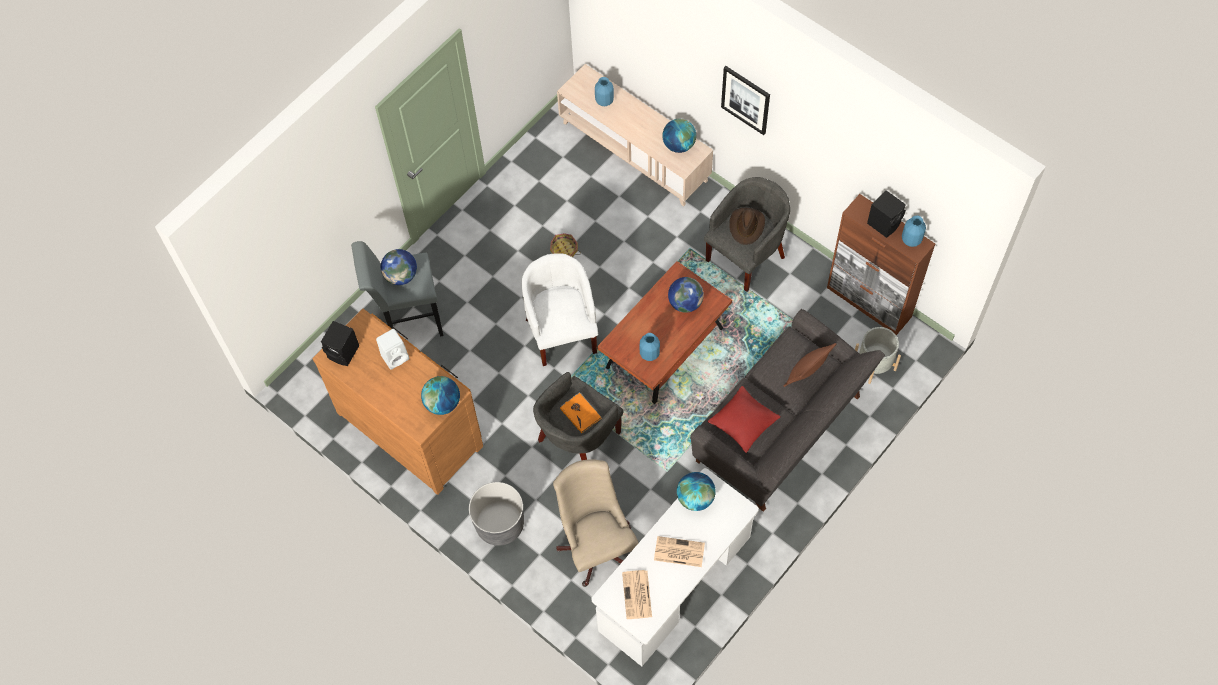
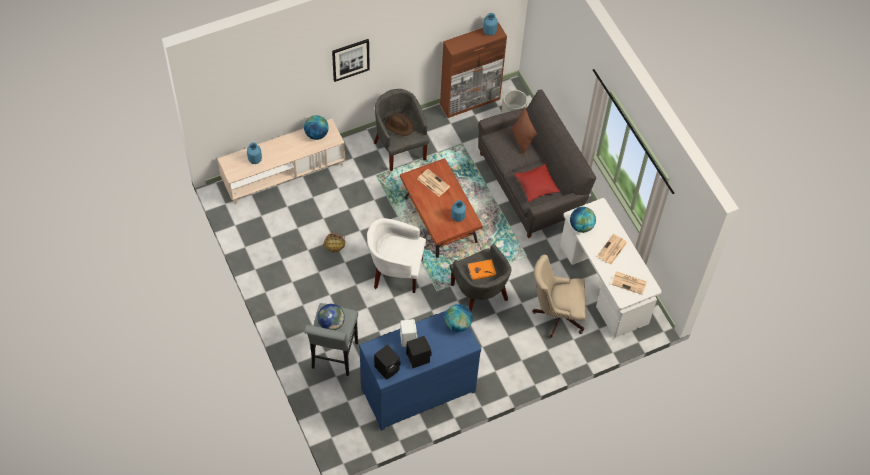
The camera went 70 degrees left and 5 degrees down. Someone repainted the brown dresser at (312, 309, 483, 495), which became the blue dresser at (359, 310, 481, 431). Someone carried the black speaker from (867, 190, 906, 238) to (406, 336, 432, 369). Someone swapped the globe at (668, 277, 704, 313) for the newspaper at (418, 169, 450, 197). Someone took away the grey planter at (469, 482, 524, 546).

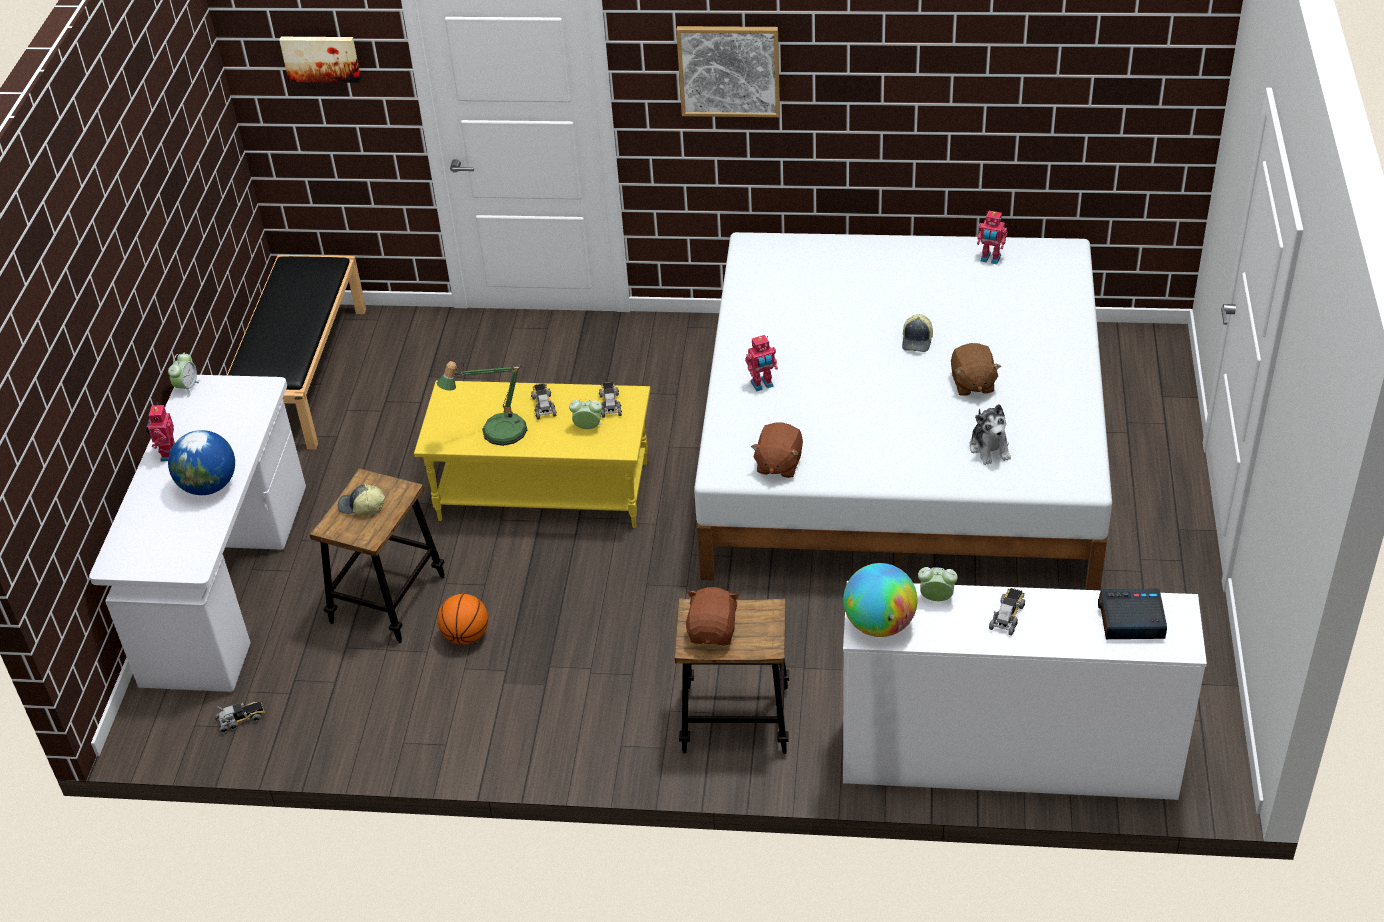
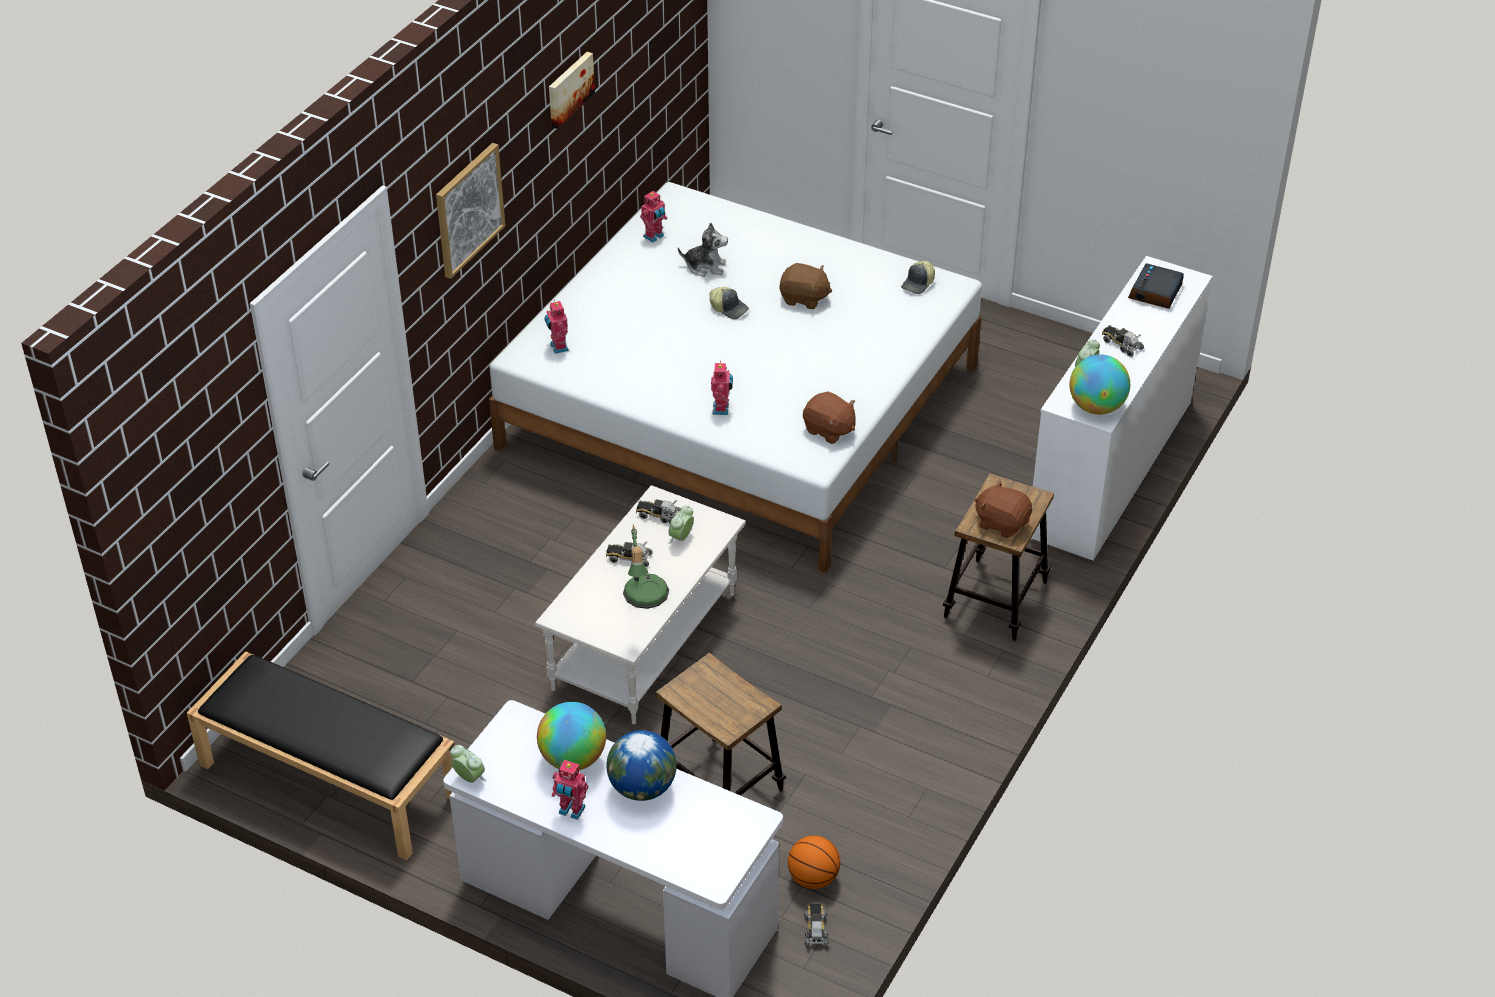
The camera went 70 degrees left and 0 degrees up. Someone repainted the yellow coffee table at (414, 380, 651, 528), which became the white coffee table at (535, 485, 746, 725). Someone put down the globe at (537, 702, 606, 770). Someone put down the toy robot at (544, 300, 569, 354). Someone carried the picture from (279, 37, 361, 83) to (549, 52, 595, 129). Someone carried the plush toy from (969, 404, 1011, 465) to (678, 222, 728, 277). Someone carried the basketball from (437, 594, 488, 644) to (788, 836, 840, 889). Someone carried the cap from (337, 484, 385, 515) to (901, 261, 935, 294).

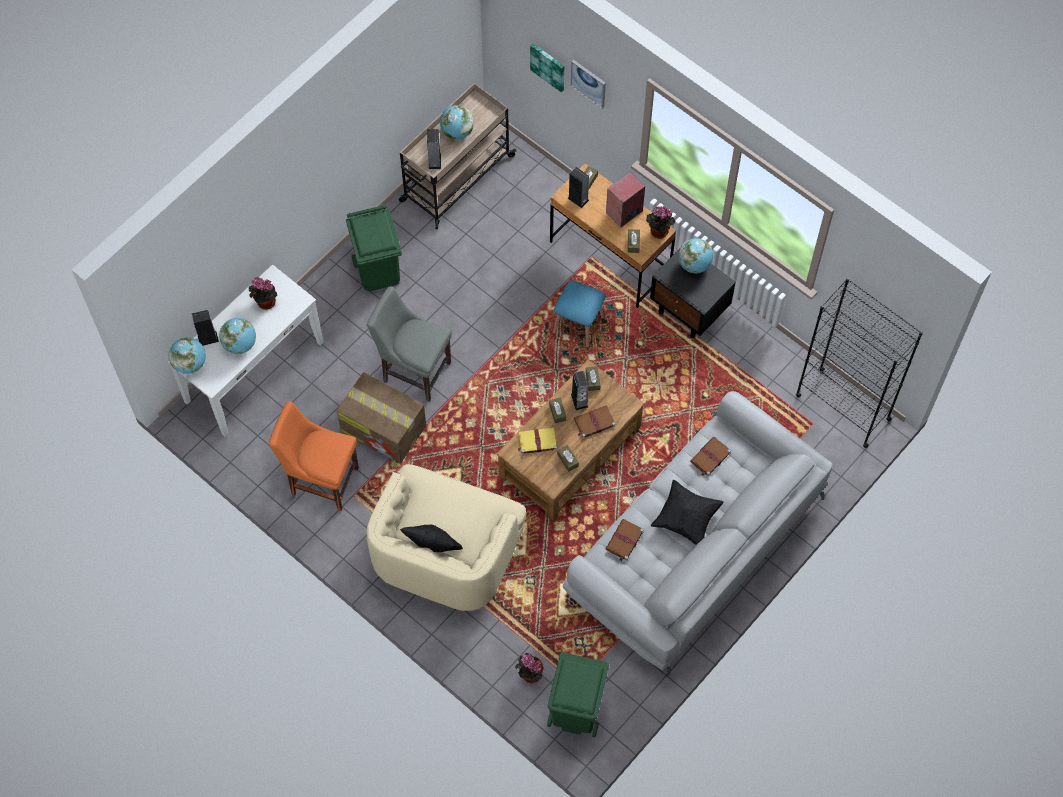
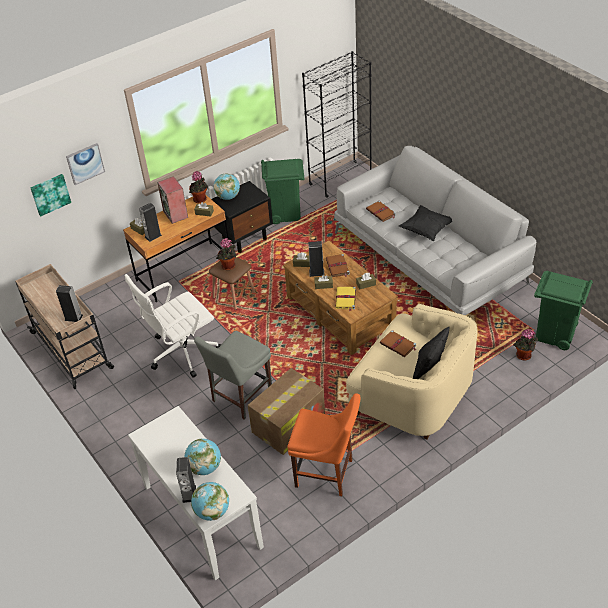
The camera went 75 degrees left and 20 degrees down. Someone put down the white office chair at (125, 274, 221, 378). Someone repainted the blue stool at (553, 280, 605, 347), which became the brown stool at (209, 257, 255, 310). Someone carried the potted plant from (249, 277, 277, 310) to (216, 238, 237, 270). Someone carried the green trash can from (346, 205, 402, 291) to (261, 159, 304, 224). Someone rotated the orange chair at (269, 401, 359, 511) by 105 degrees counterclockwise. Someone carried the brown book from (605, 519, 644, 561) to (380, 330, 416, 357). Someone took away the globe at (440, 105, 474, 140).

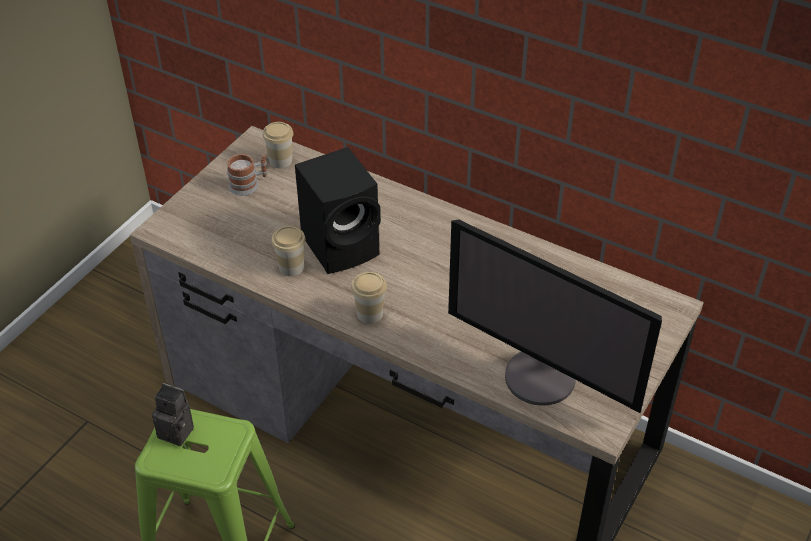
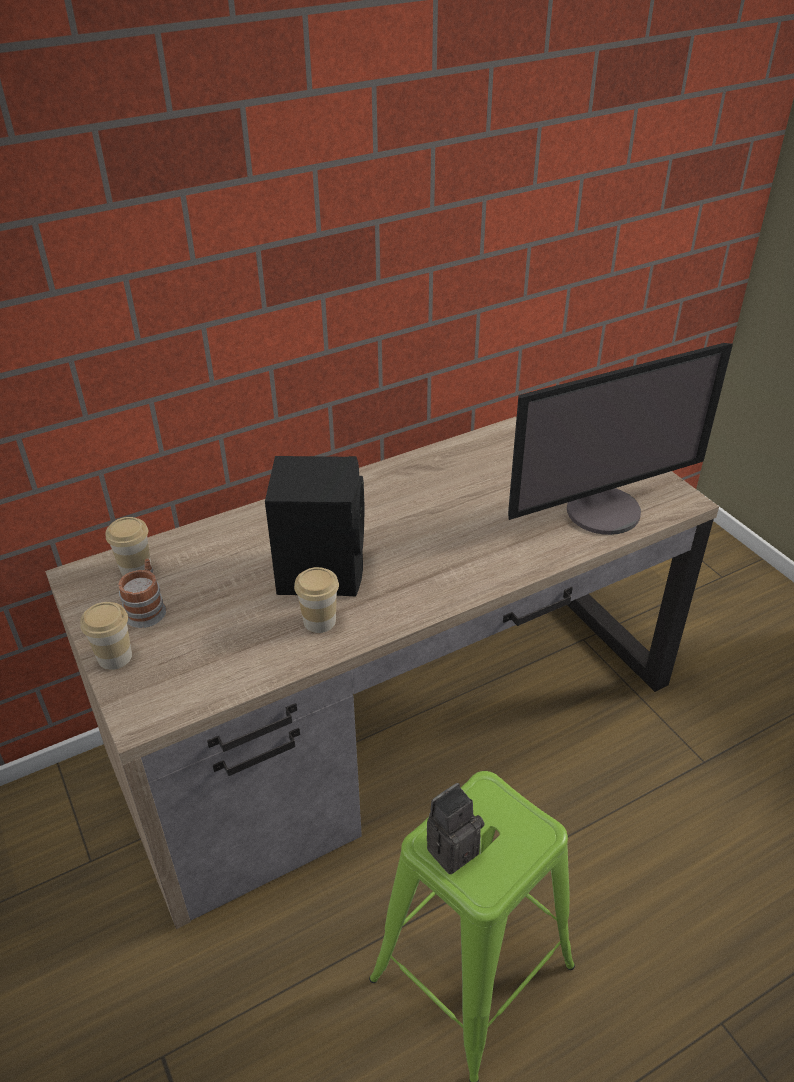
The camera went 60 degrees left and 5 degrees down. Someone carried the cup from (351, 272, 387, 324) to (80, 602, 132, 670).

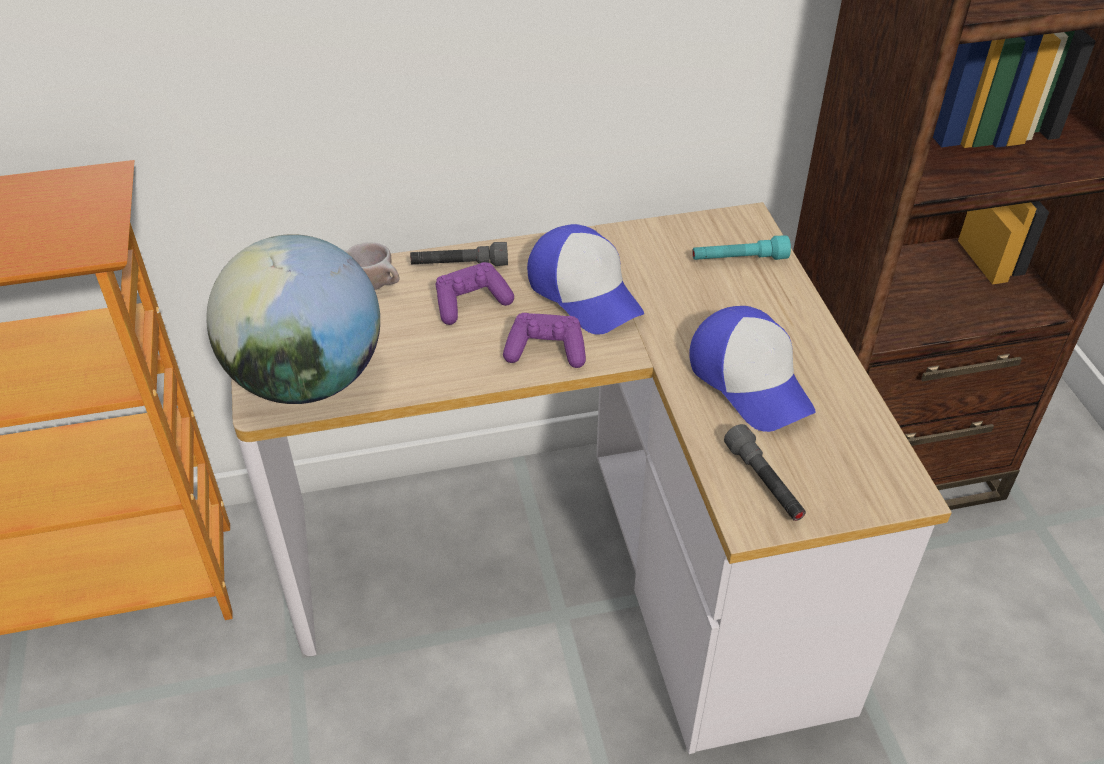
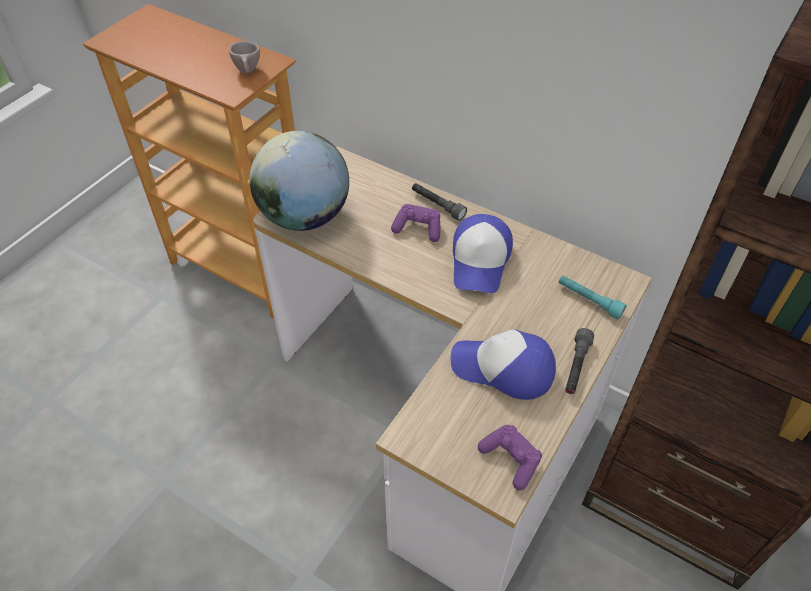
The camera went 45 degrees right and 5 degrees up. Someone carried the beige cup from (346, 242, 400, 290) to (229, 41, 260, 73). Someone rotated the cap at (689, 306, 816, 432) by 90 degrees clockwise. Someone carried the purple game controller from (503, 313, 586, 368) to (478, 425, 542, 490). Someone carried the grey flashlight from (724, 424, 806, 521) to (565, 328, 594, 394).

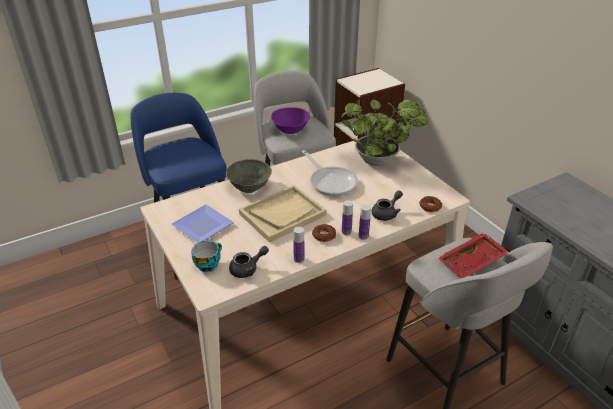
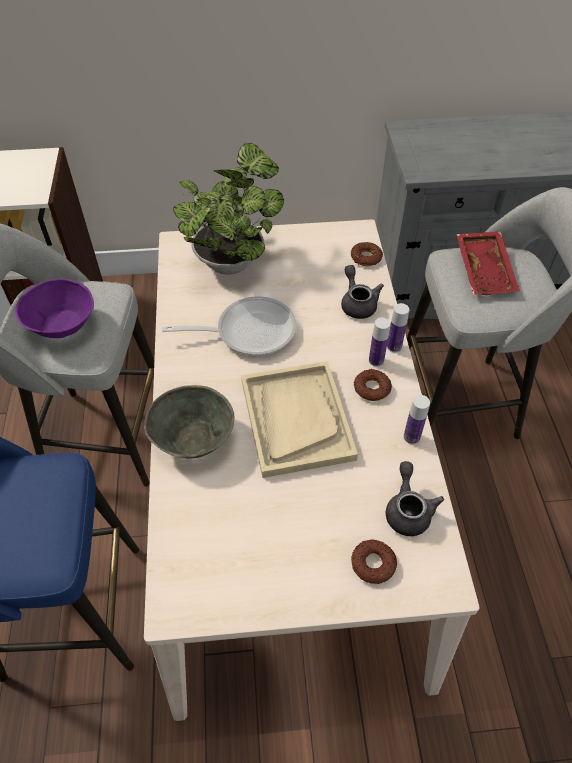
The camera went 65 degrees left and 15 degrees up. Someone swapped the cup at (192, 241, 222, 272) for the donut at (351, 540, 397, 584). Someone took away the plate at (171, 204, 234, 243).

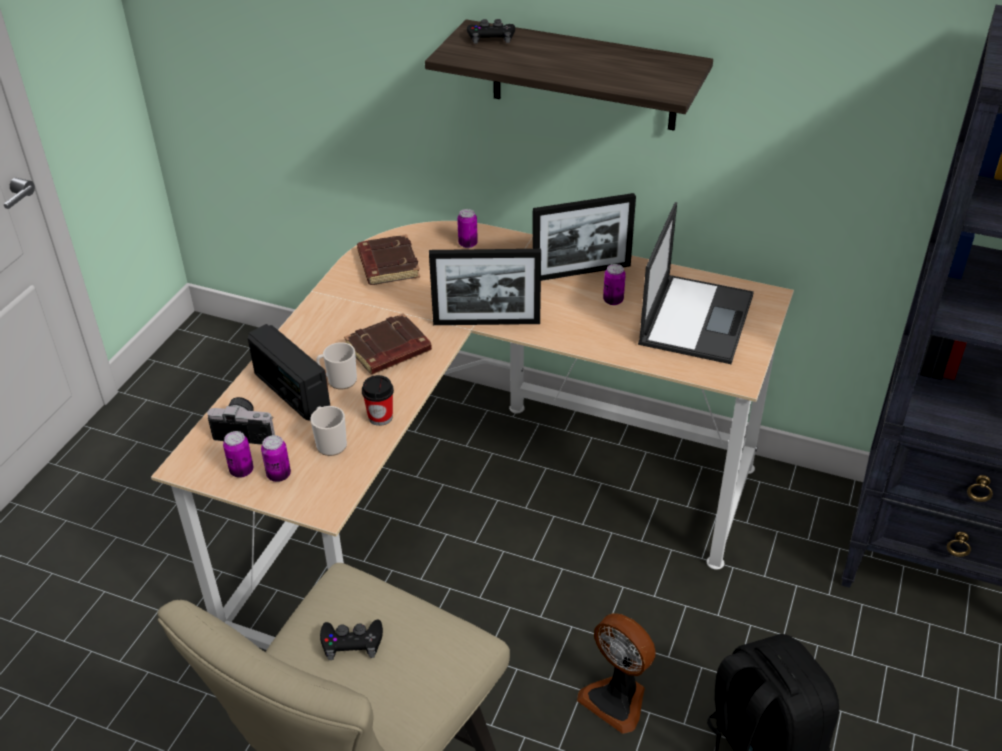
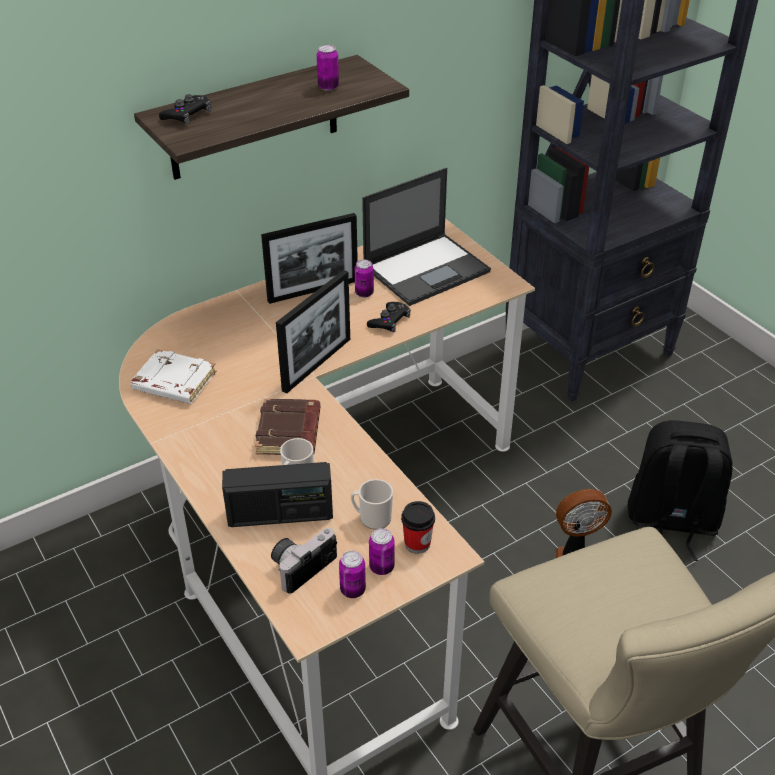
The camera went 55 degrees left and 0 degrees up. Someone repainted the brown book at (357, 234, 420, 285), which became the white book at (131, 349, 216, 404). Someone rotated the picture frame at (533, 193, 636, 281) by 45 degrees clockwise. Someone carried the can from (457, 209, 478, 248) to (317, 45, 339, 91). Someone rotated the laptop at (638, 202, 754, 364) by 90 degrees clockwise. Someone carried the black game controller from (320, 619, 383, 660) to (367, 302, 411, 332). Someone carried the cup from (362, 375, 394, 426) to (401, 501, 435, 554).

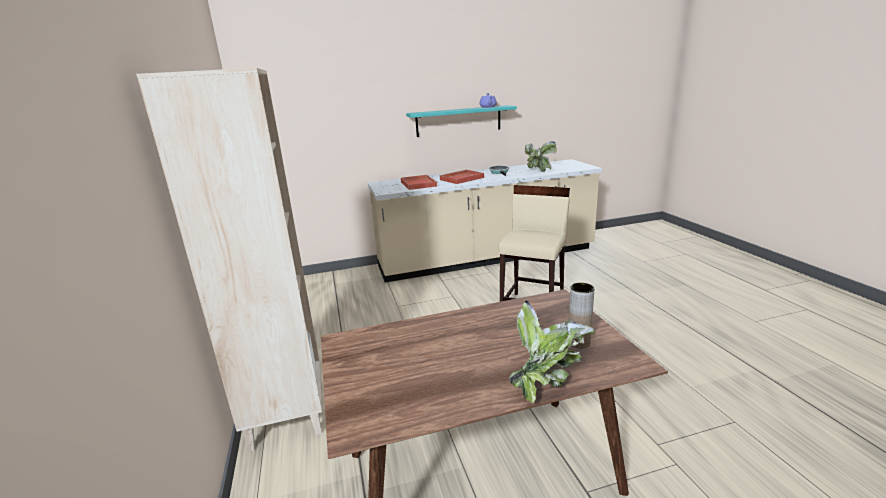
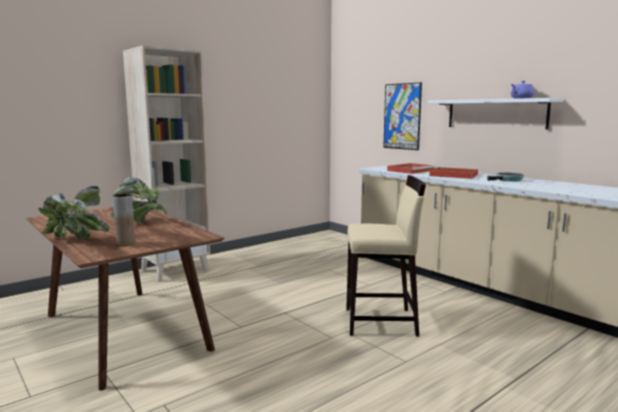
The camera went 65 degrees right and 10 degrees down. Someone carried the potted plant from (524, 141, 557, 172) to (111, 177, 167, 223). Someone put up the picture at (383, 82, 422, 150). Someone repainted the turquoise shelf at (406, 105, 517, 137), which became the white shelf at (428, 98, 563, 130).

